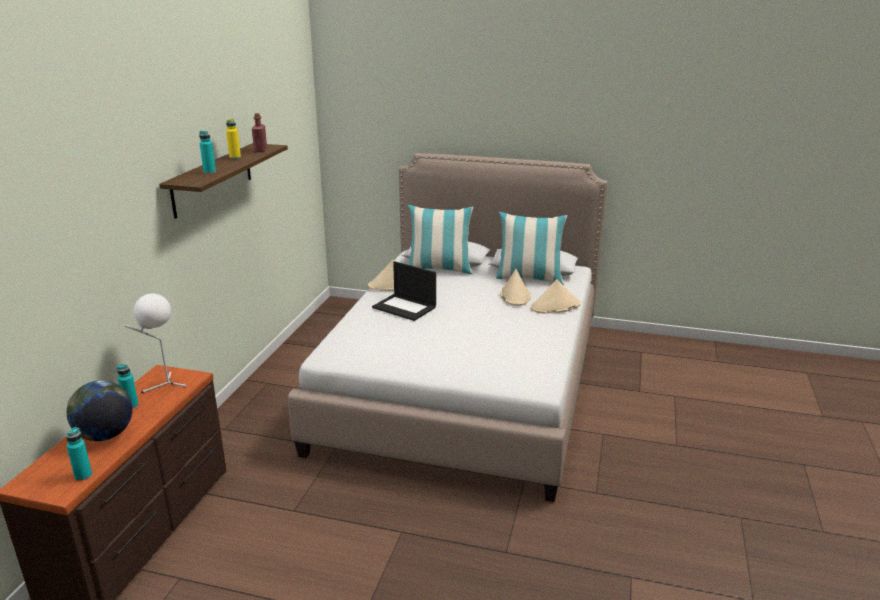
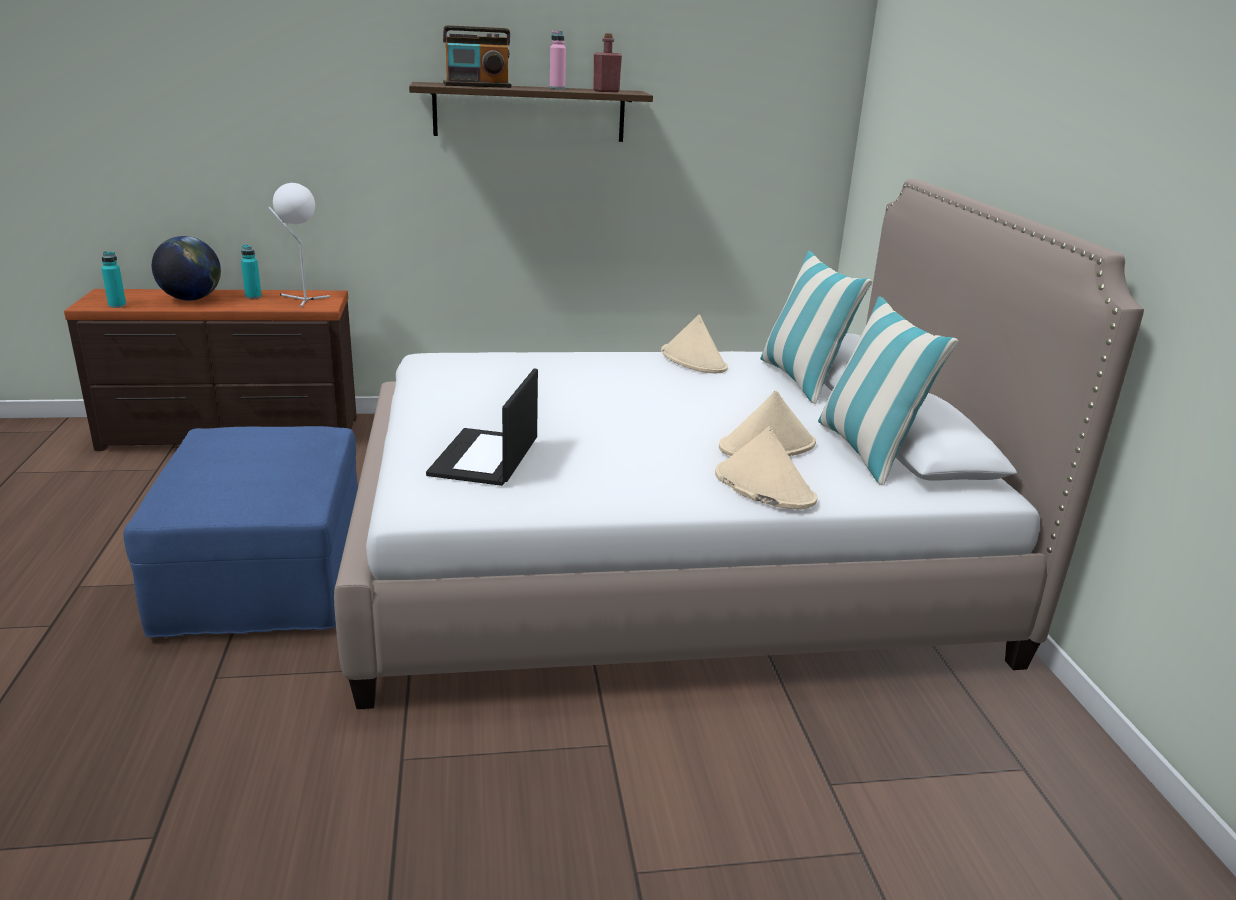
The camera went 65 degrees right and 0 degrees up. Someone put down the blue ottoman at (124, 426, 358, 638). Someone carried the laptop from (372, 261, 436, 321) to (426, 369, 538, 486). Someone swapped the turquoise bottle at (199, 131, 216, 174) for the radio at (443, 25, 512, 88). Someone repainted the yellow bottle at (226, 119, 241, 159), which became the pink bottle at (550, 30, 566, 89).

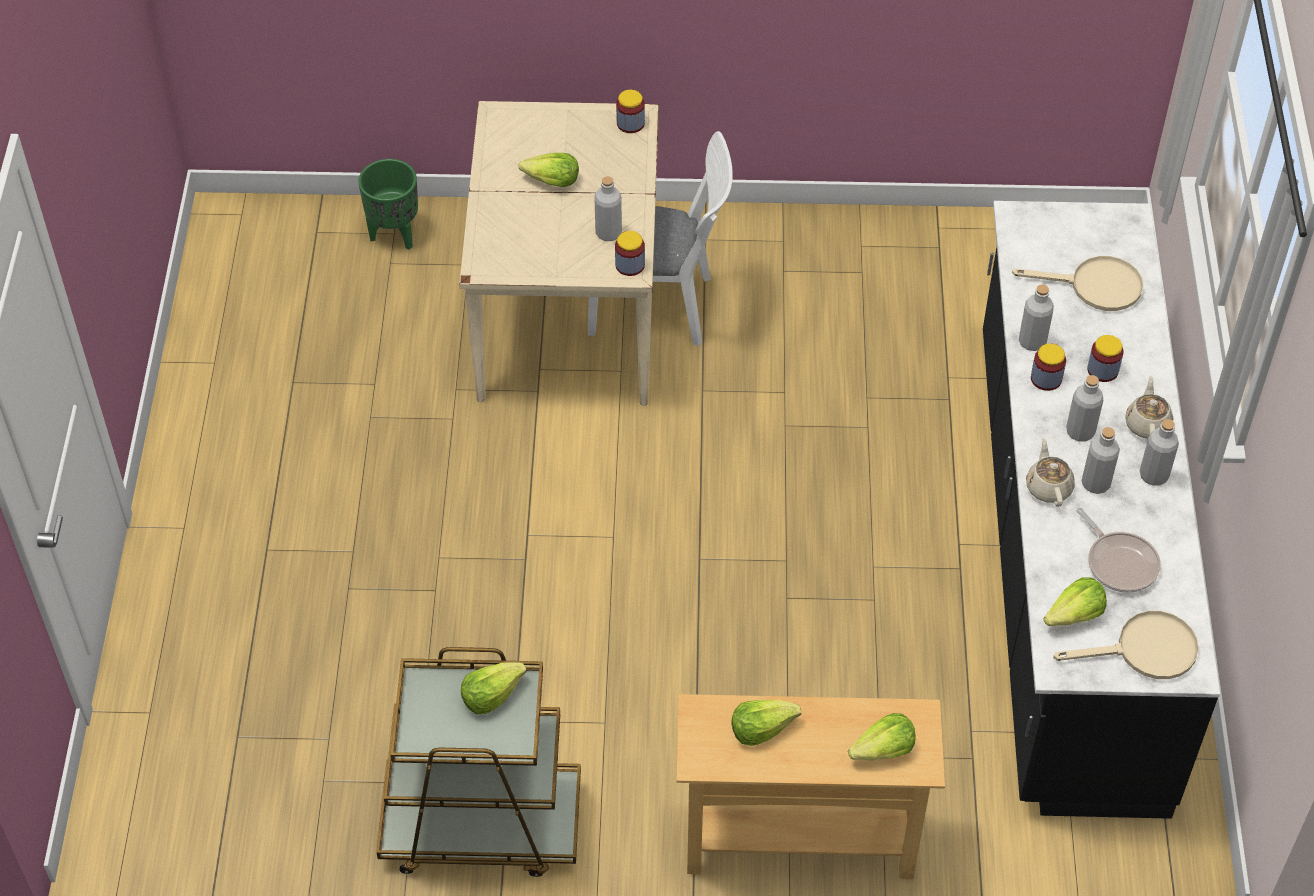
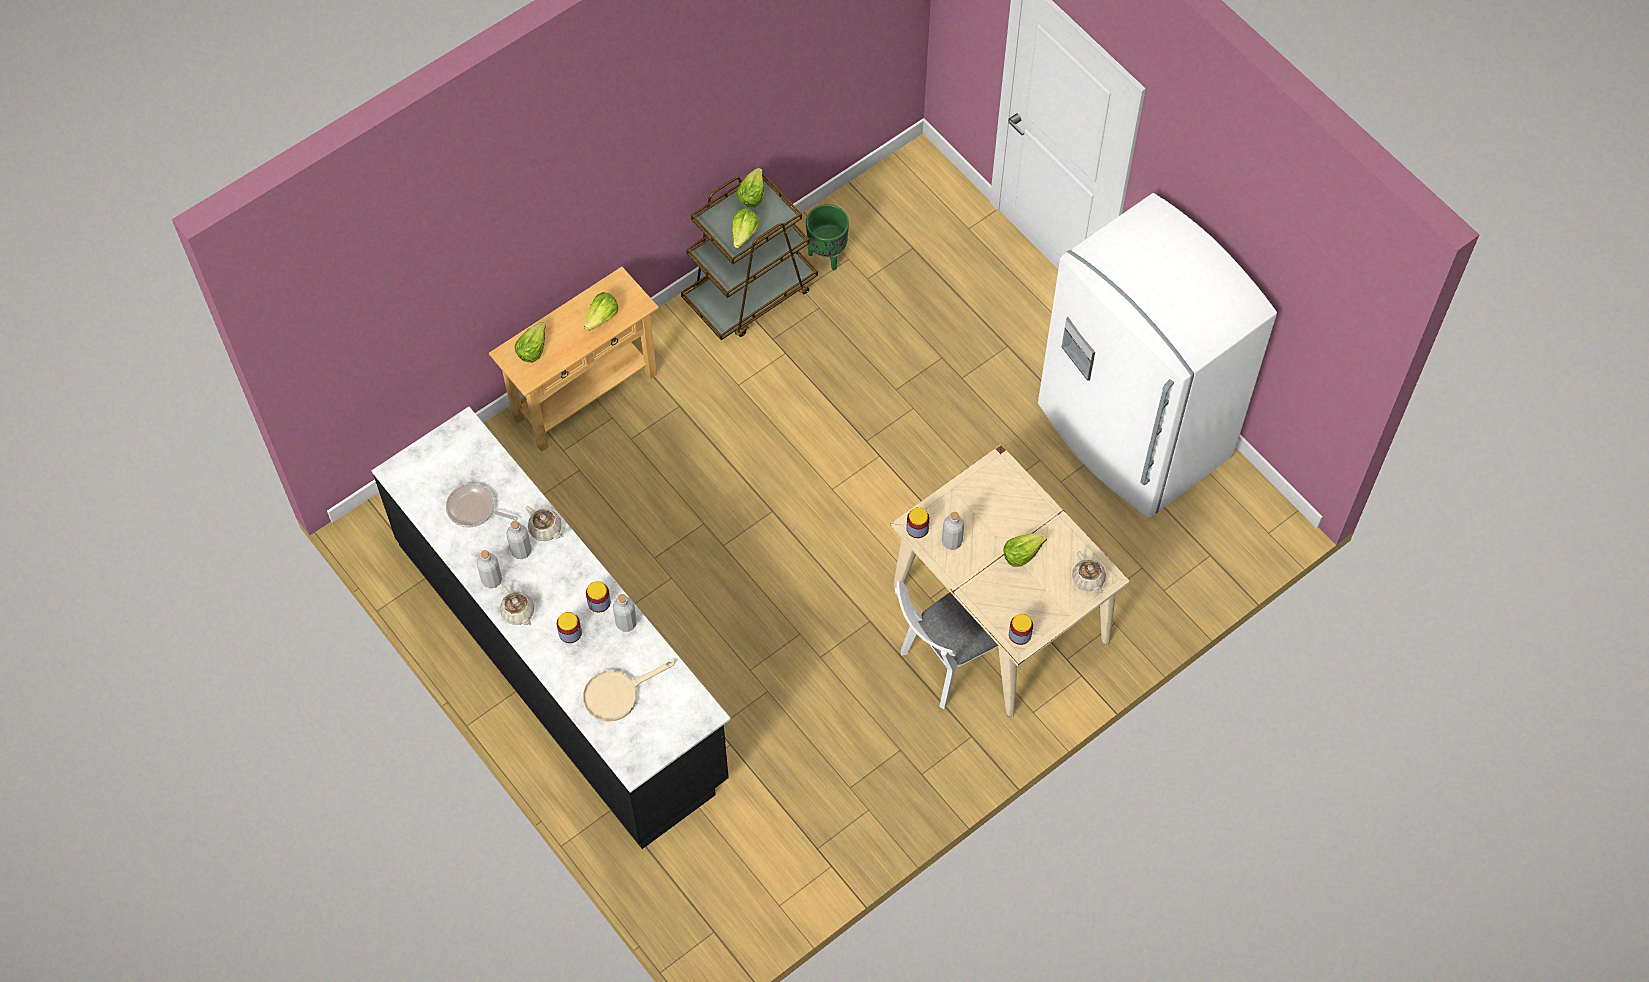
The camera went 140 degrees right and 10 degrees up. Someone carried the lettuce from (1044, 577, 1107, 626) to (736, 168, 764, 207). Someone carried the green planter from (358, 159, 418, 250) to (806, 204, 849, 271). Someone put down the white fridge at (1038, 193, 1277, 518). Someone put down the beige teapot at (1072, 551, 1106, 594). Someone took away the beige frying pan at (1053, 611, 1199, 679). Someone took away the grey bottle at (1066, 375, 1103, 442).

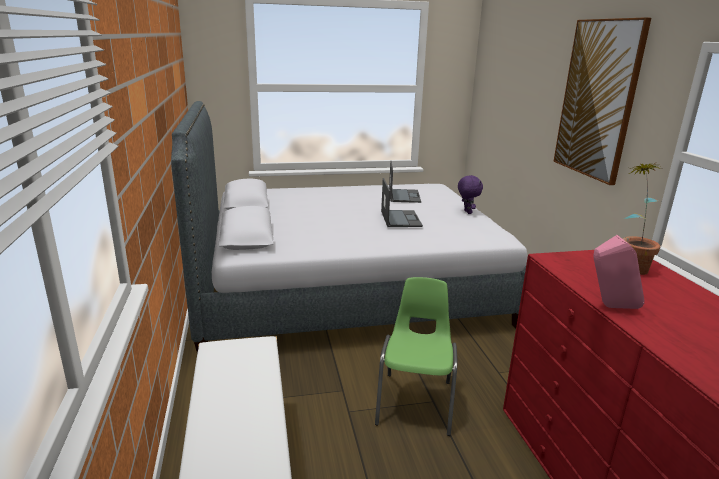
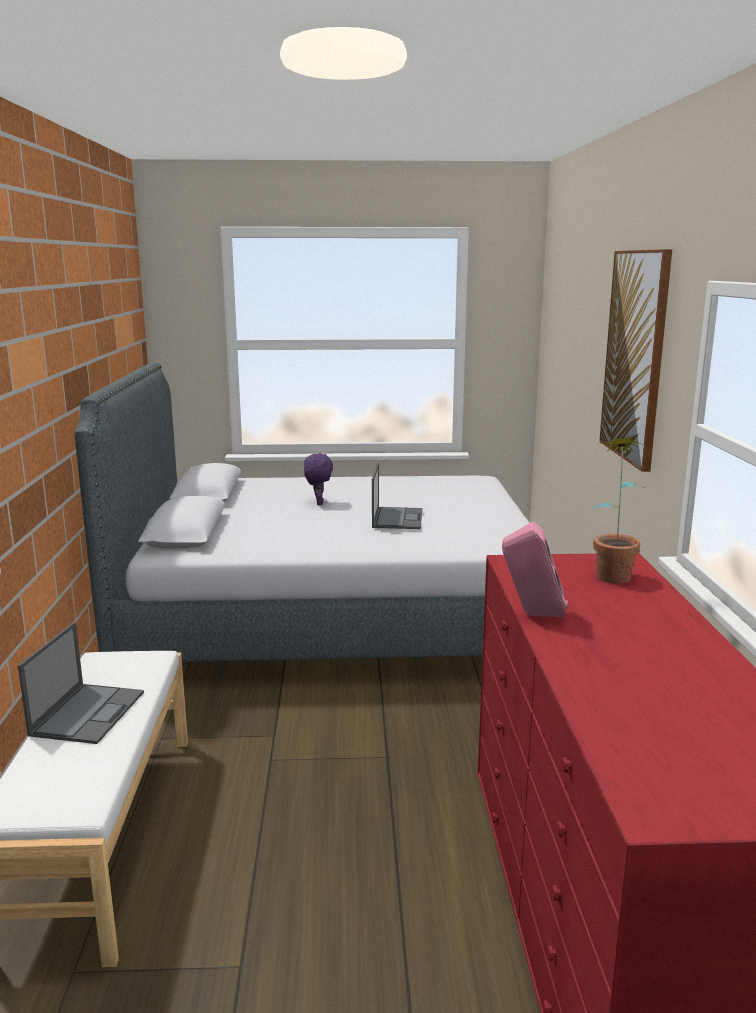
The camera went 10 degrees right and 5 degrees down. Someone carried the laptop from (389, 161, 421, 203) to (18, 622, 144, 744). Someone carried the purple plush toy from (458, 175, 483, 214) to (304, 454, 333, 505). Someone took away the green chair at (375, 277, 458, 436).

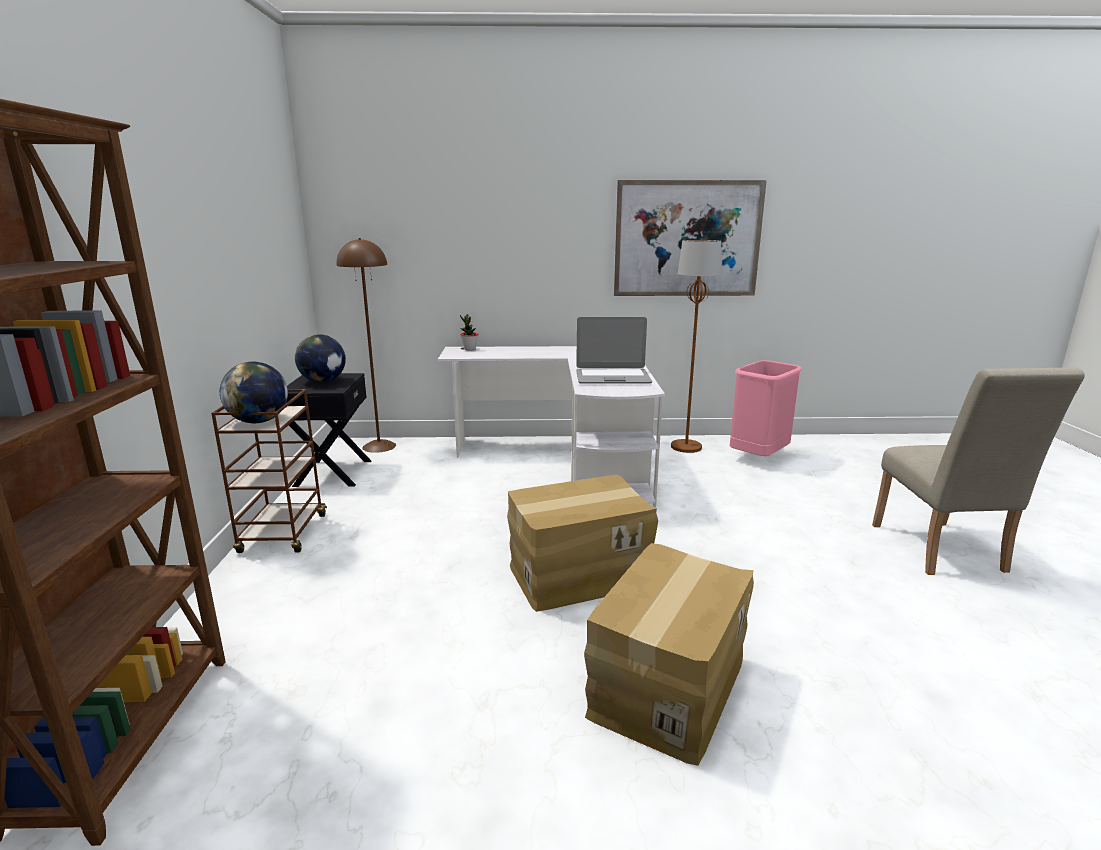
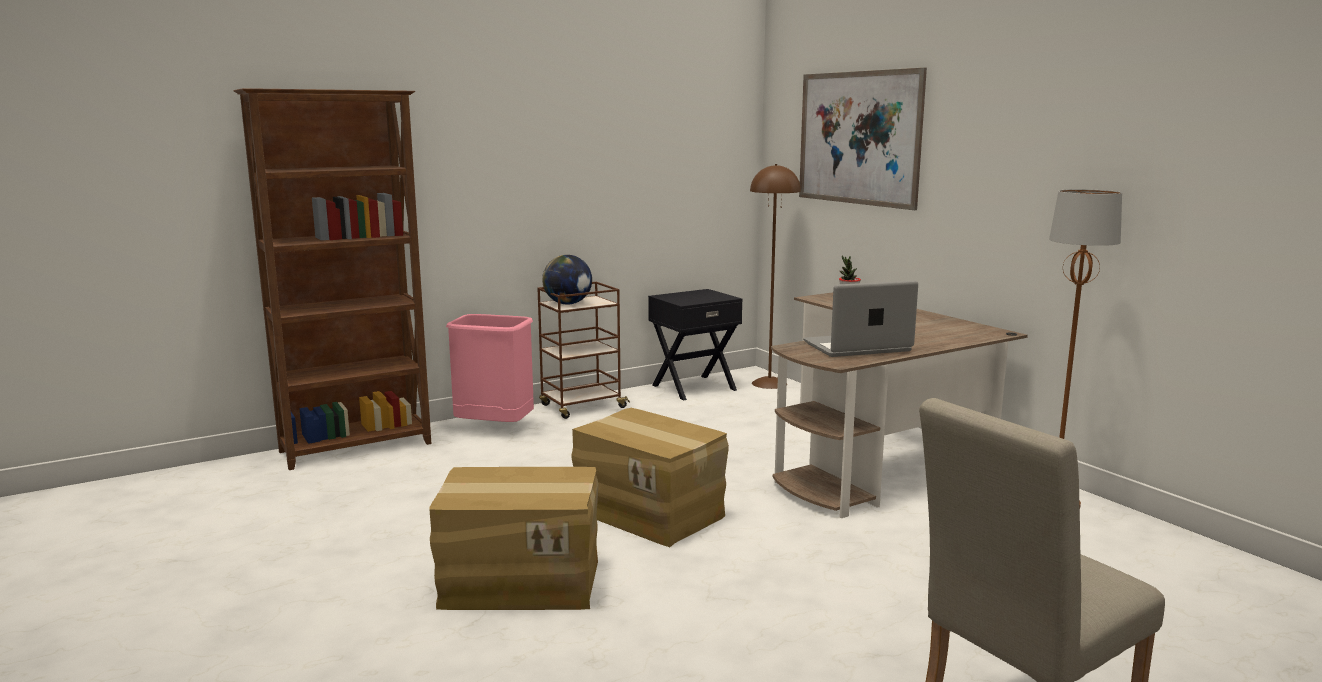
The camera went 60 degrees right and 5 degrees down. Someone carried the pink trash can from (730, 360, 802, 456) to (446, 314, 534, 422). Someone repainted the white desk at (438, 346, 665, 507), which became the brown desk at (771, 292, 1028, 518). Someone carried the picture from (614, 180, 767, 296) to (799, 68, 927, 210). Someone rotated the laptop at (576, 317, 652, 383) by 105 degrees clockwise. Someone took away the globe at (295, 334, 346, 383).

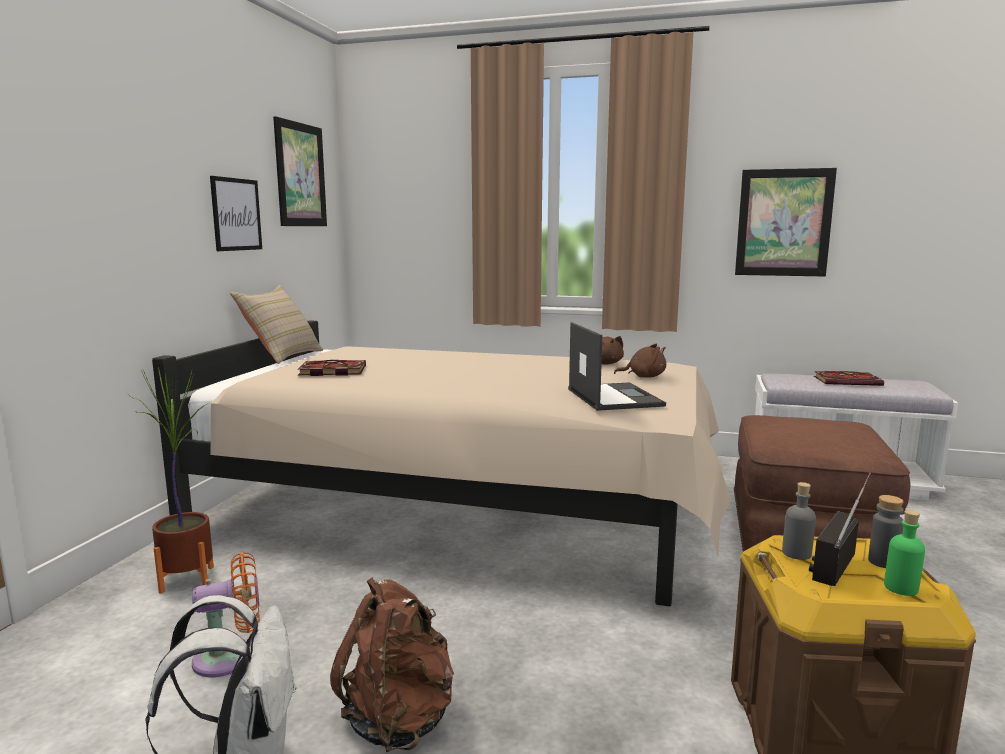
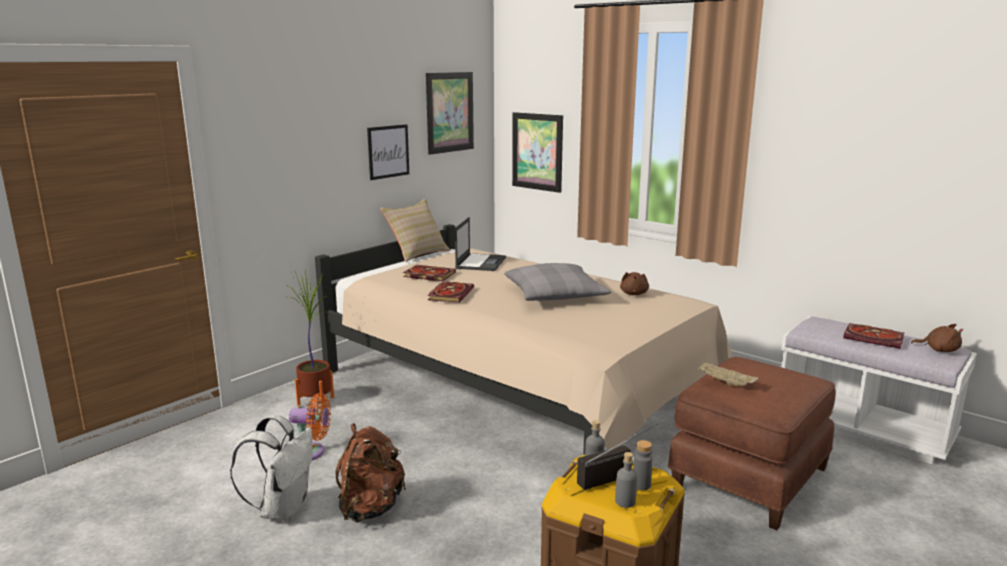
The camera went 25 degrees right and 5 degrees up. Someone put down the book at (427, 281, 474, 302). Someone carried the laptop from (568, 322, 666, 411) to (455, 217, 506, 271). Someone put down the grey pillow at (504, 263, 611, 301). Someone carried the picture from (735, 168, 837, 277) to (512, 112, 563, 193). Someone repainted the green bottle at (884, 510, 925, 596), which became the grey bottle at (615, 452, 637, 508). Someone put down the beige tray at (698, 362, 758, 386). Someone carried the brown plush toy from (614, 343, 666, 378) to (911, 324, 963, 352).

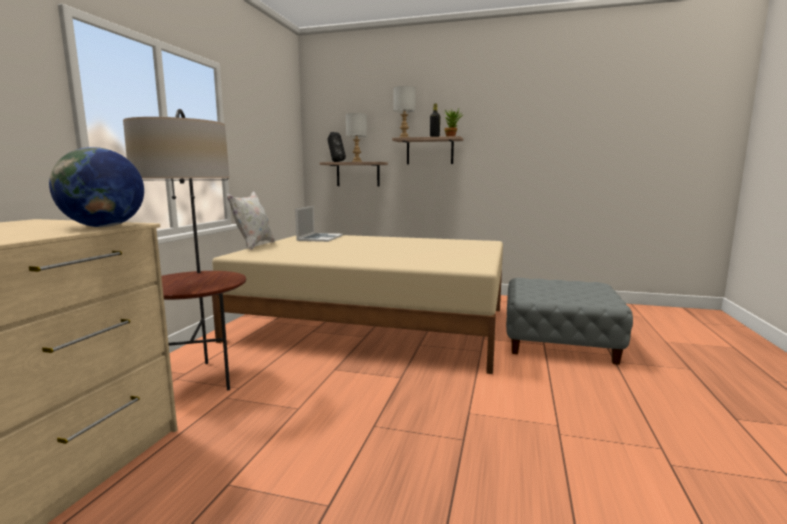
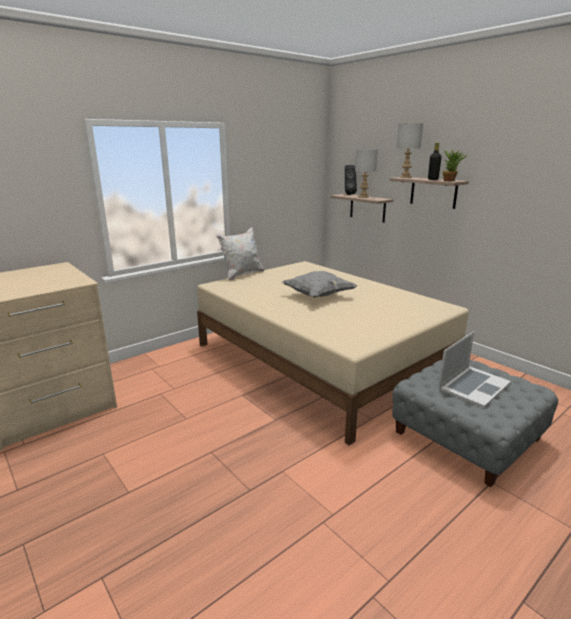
The camera went 35 degrees right and 10 degrees up. Someone put down the grey pillow at (281, 271, 357, 298). Someone carried the laptop from (295, 205, 343, 242) to (438, 332, 511, 408). Someone took away the globe at (49, 147, 144, 227). Someone took away the floor lamp at (123, 109, 246, 390).

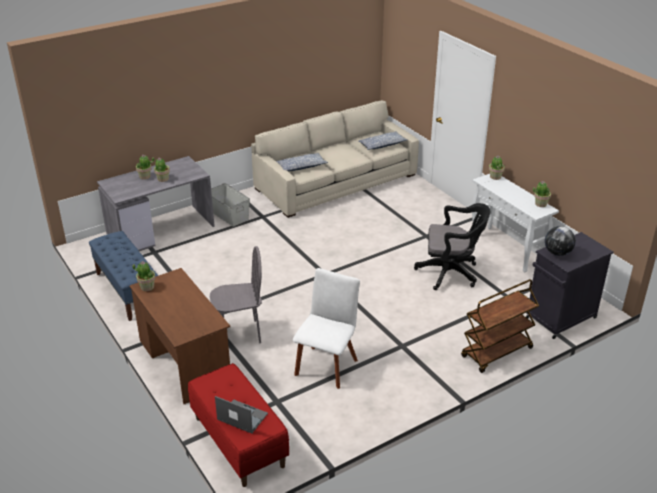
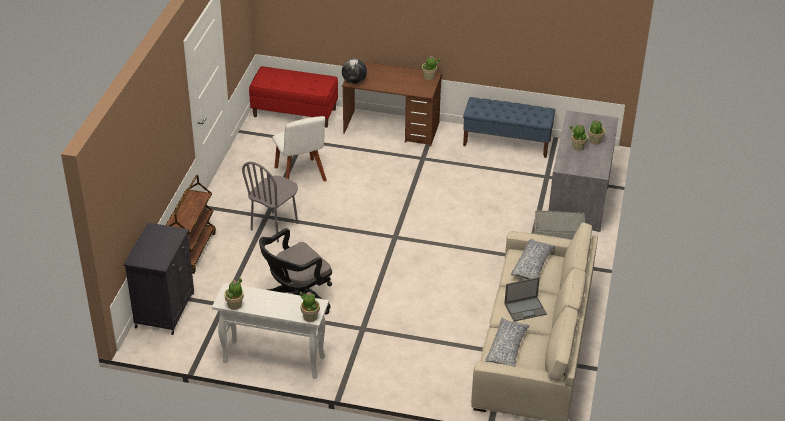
The camera went 135 degrees right and 5 degrees up. Someone carried the grey chair from (210, 246, 262, 343) to (242, 162, 298, 242). Someone carried the globe from (545, 226, 576, 256) to (342, 59, 367, 84). Someone carried the laptop from (215, 396, 268, 434) to (504, 277, 547, 321).

